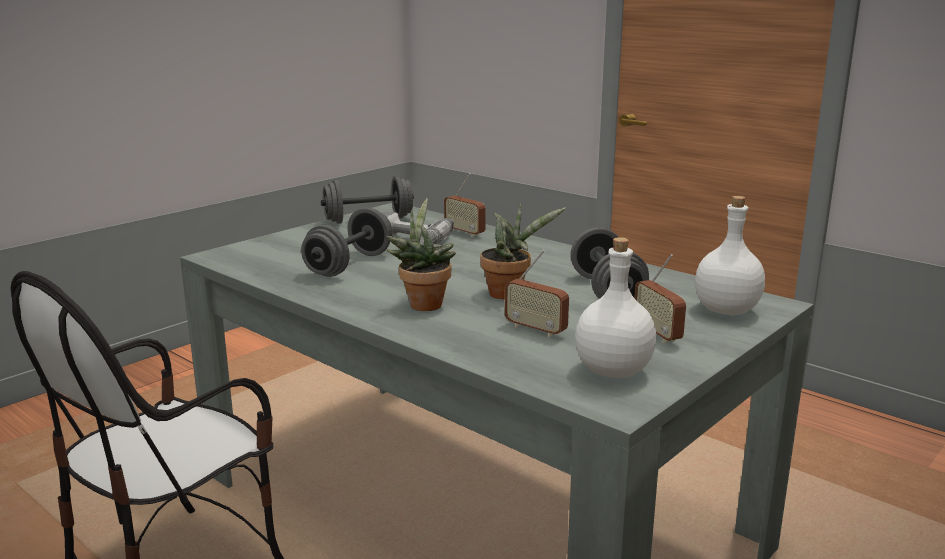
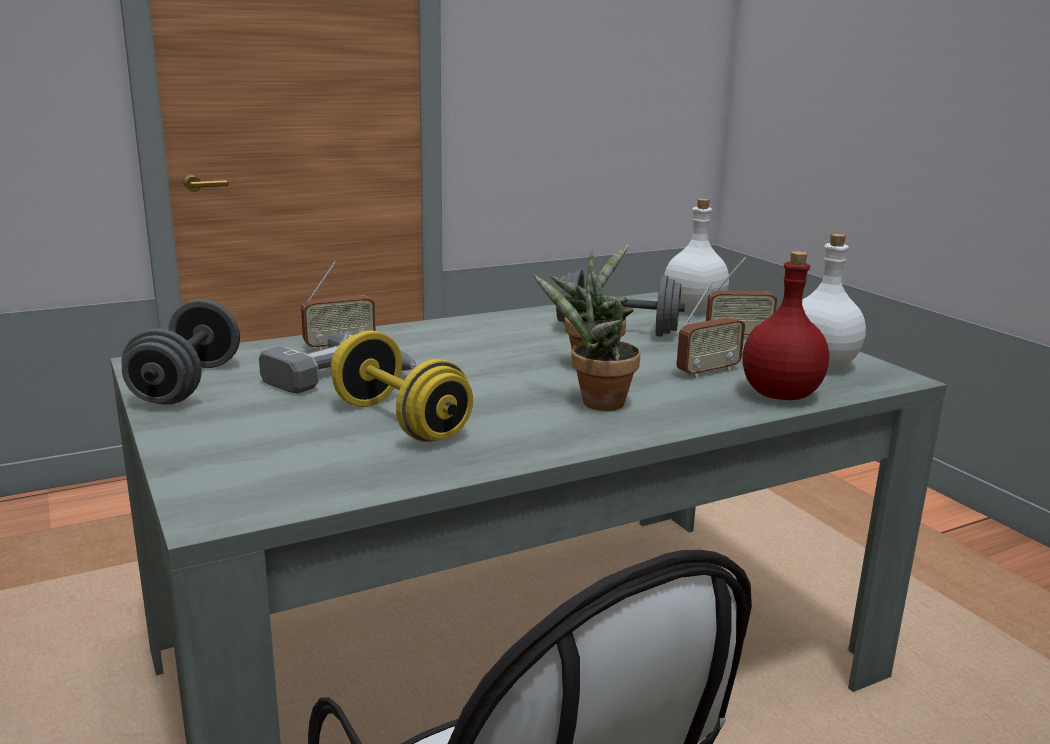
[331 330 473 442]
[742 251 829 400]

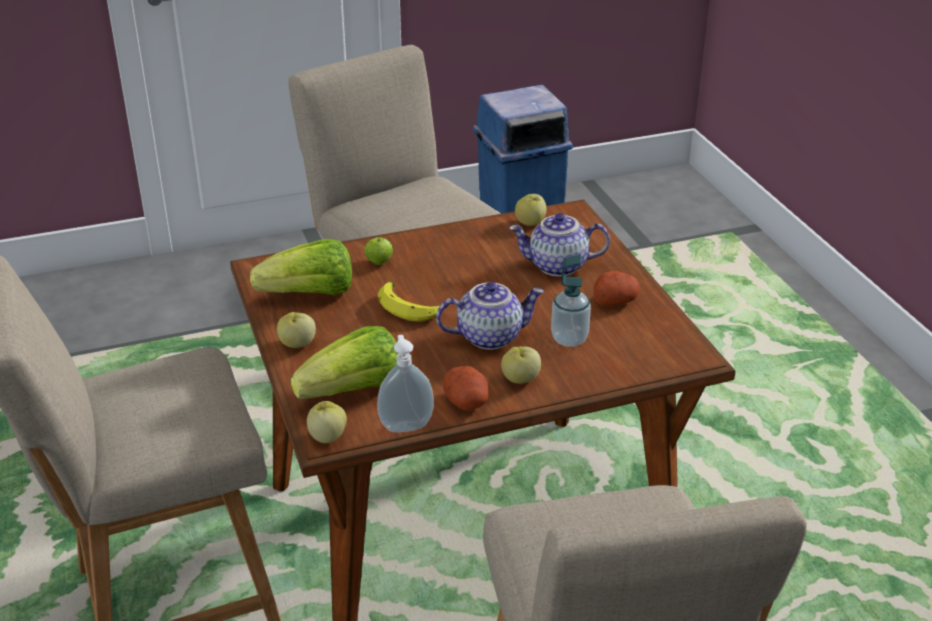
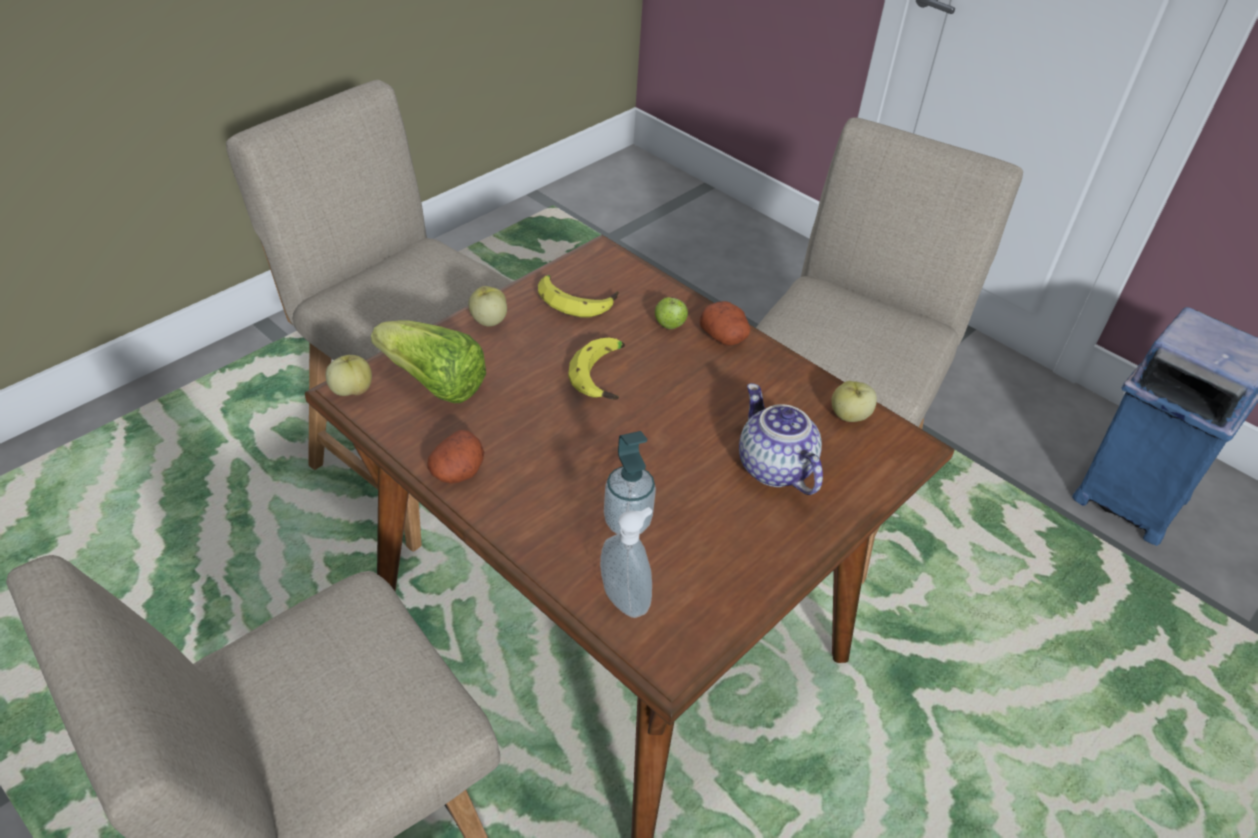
[538 275 618 317]
[600 507 652 618]
[436 282 544 350] (first image)
[501 347 541 384] (first image)
[699 301 751 346]

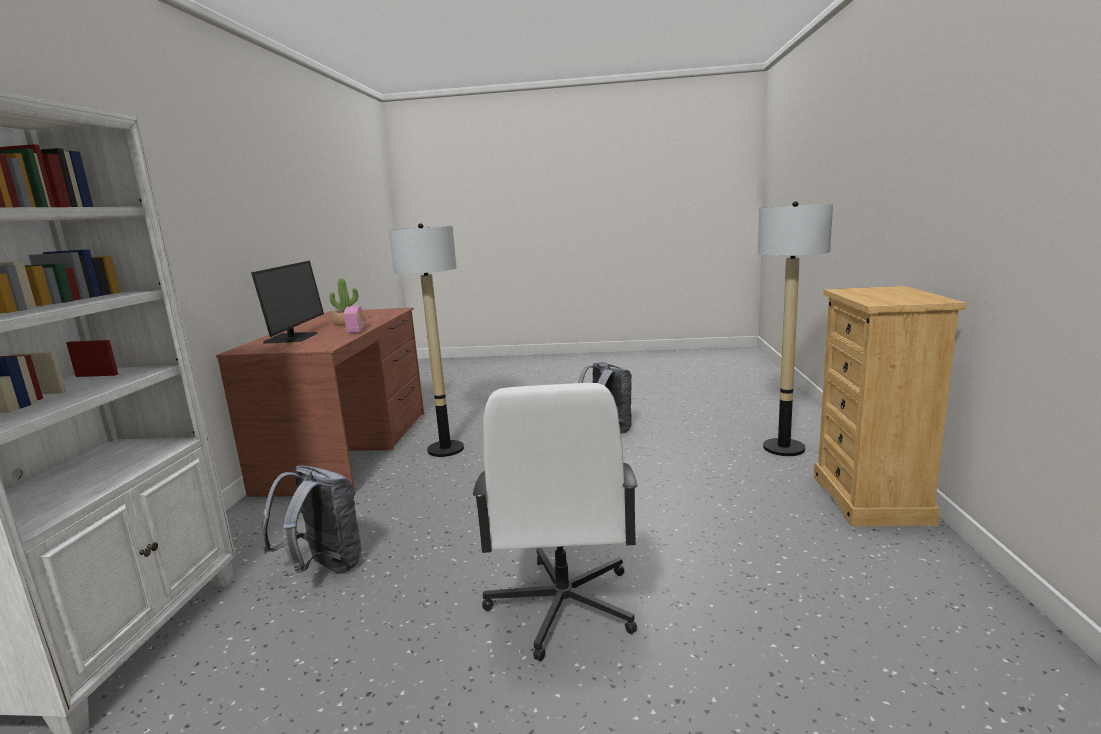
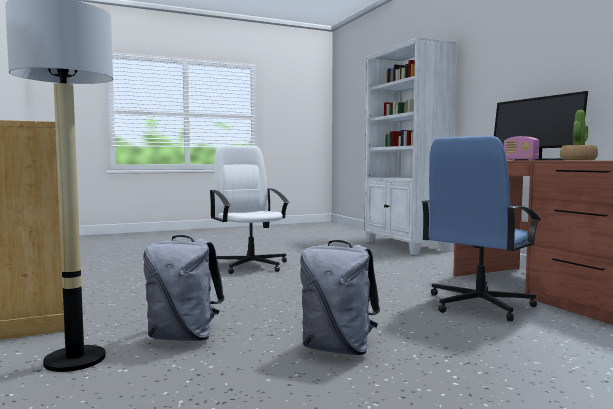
[143 235 224 341]
[421 136 541 321]

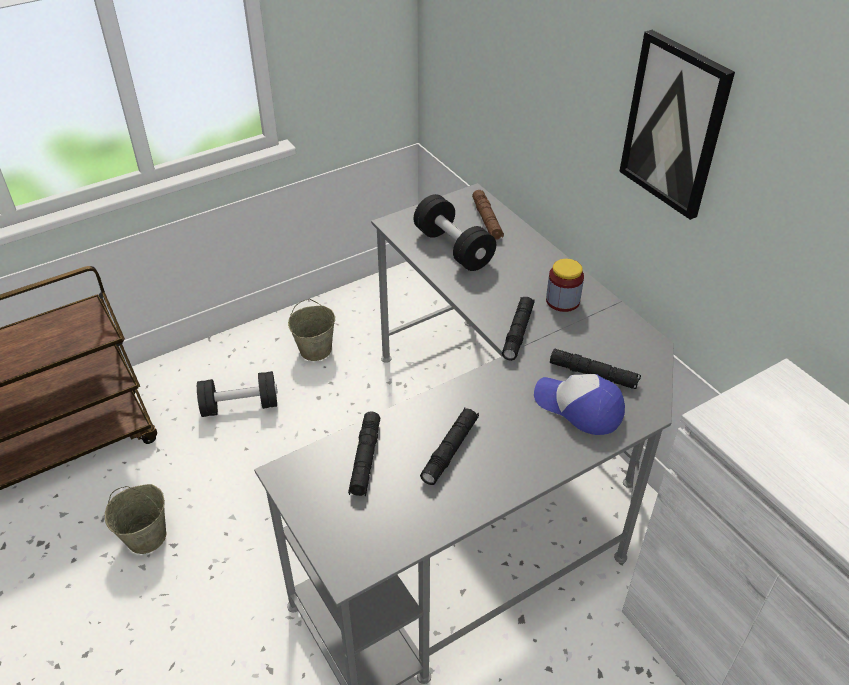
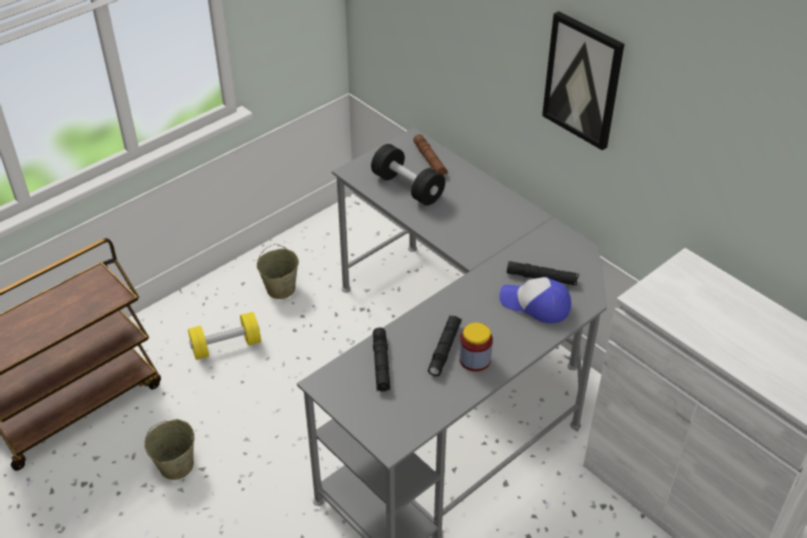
[188 312 261 360]
[502 297 535 361] (first image)
[459 323 493 371]

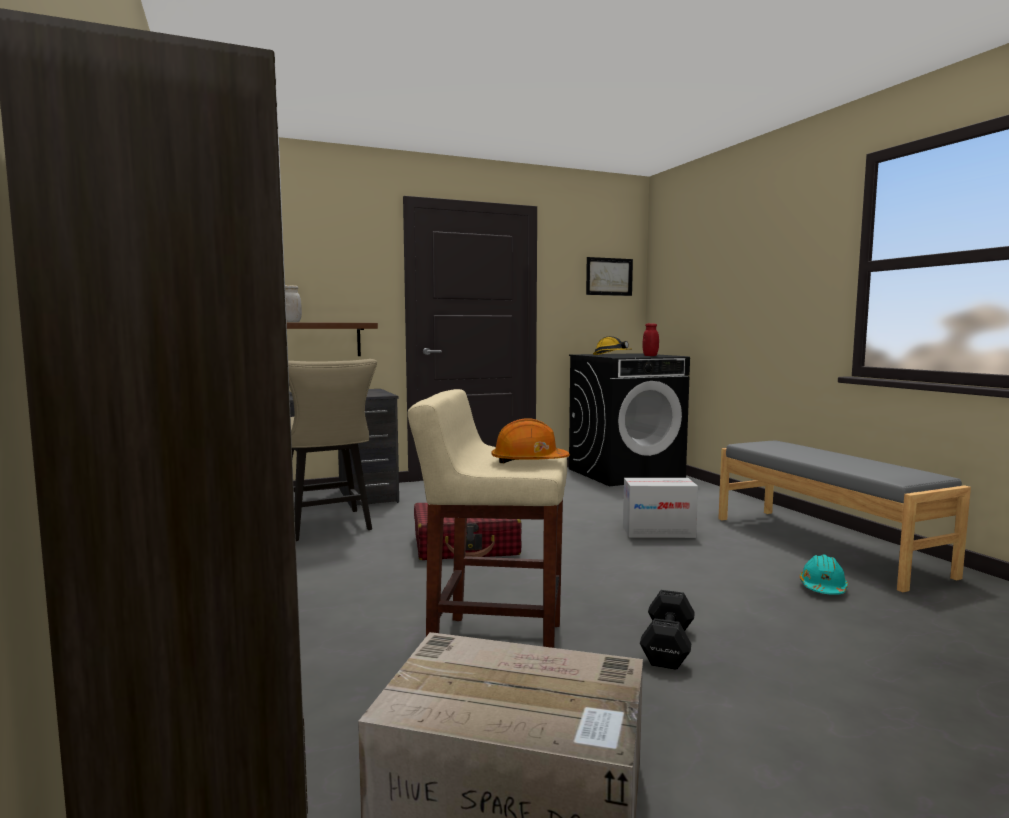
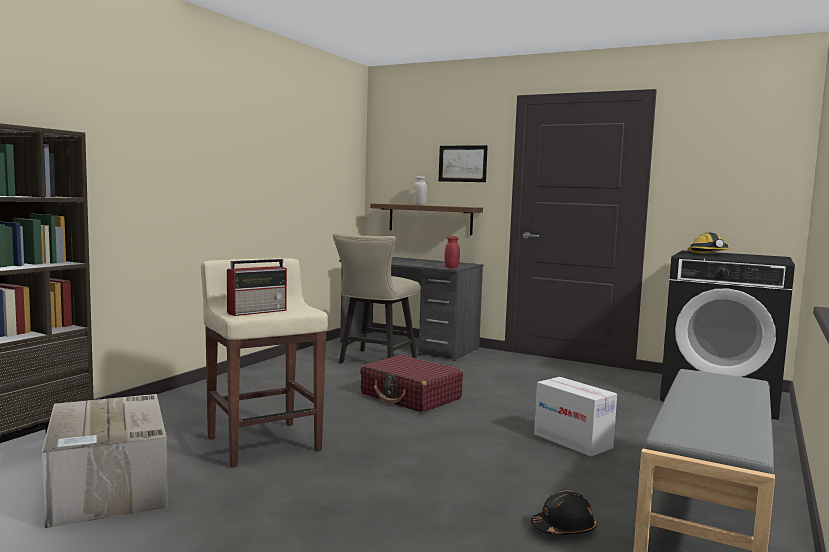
[227 259 287 316]
[438 145 488 182]
[640 590 695 670] (first image)
[444 236 460 268]
[531 490 597 535]

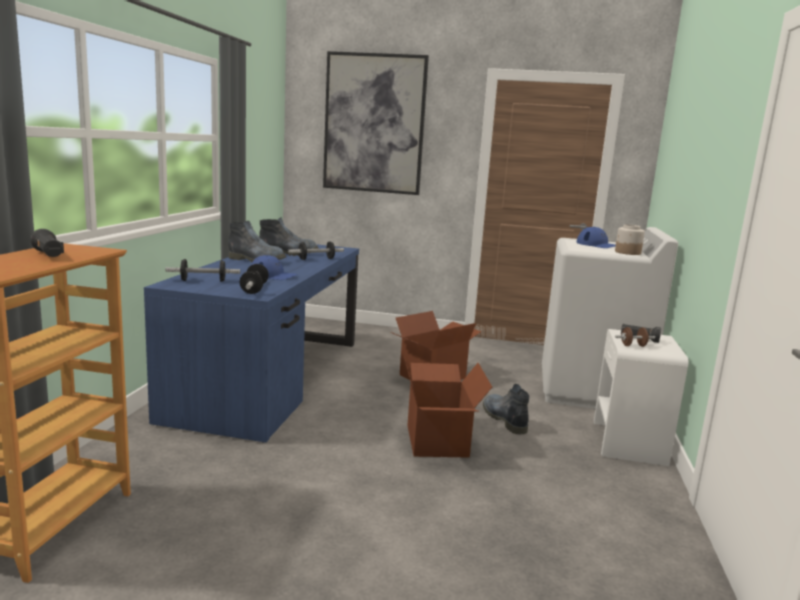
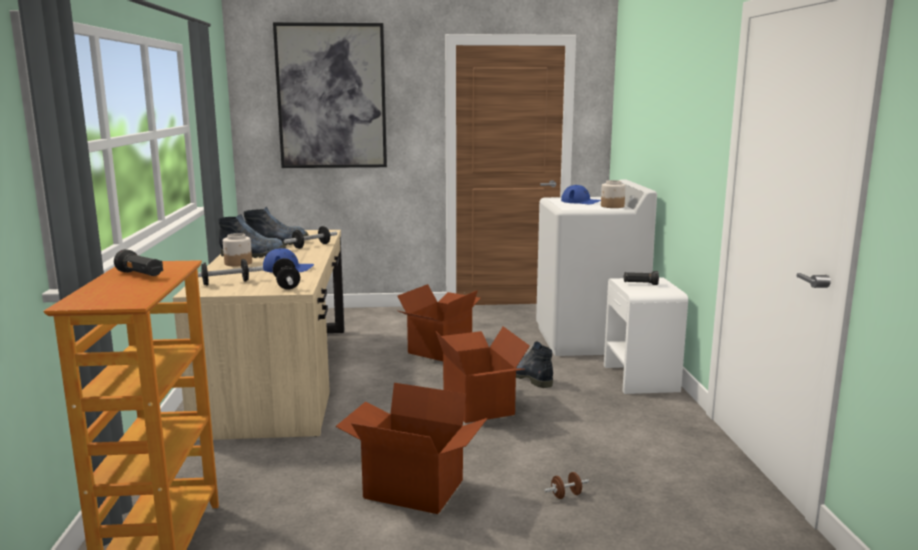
[173 230 344 440]
[544 472 589 499]
[223 233 252 266]
[336 383 488 514]

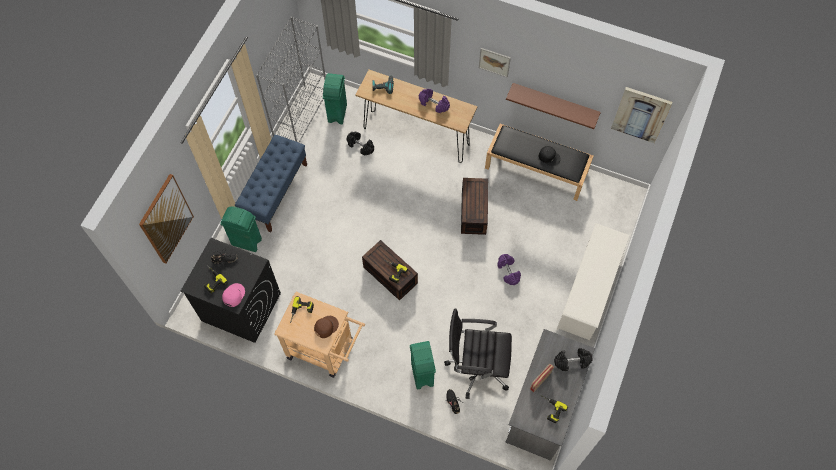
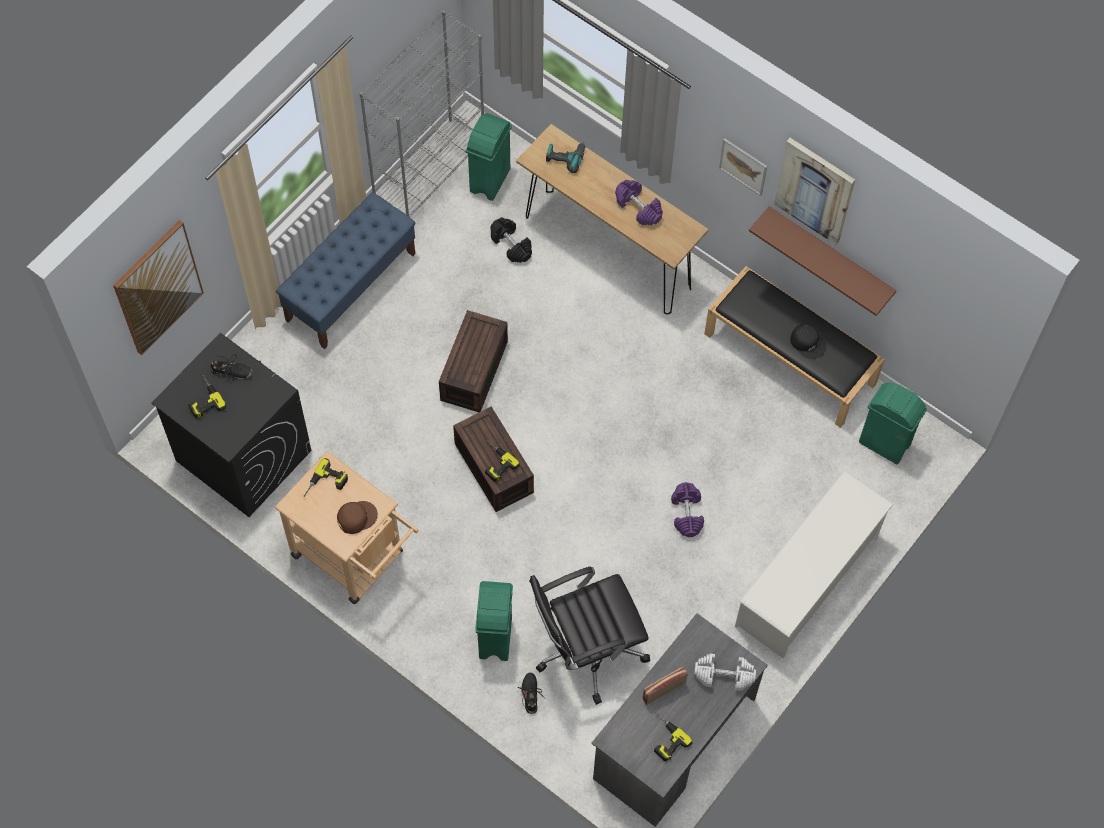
[859 383 927 464]
[222 283 245 307] (first image)
[529 566 650 705]
[439 310 508 412]
[694 653 756 691]
[774 138 855 245]

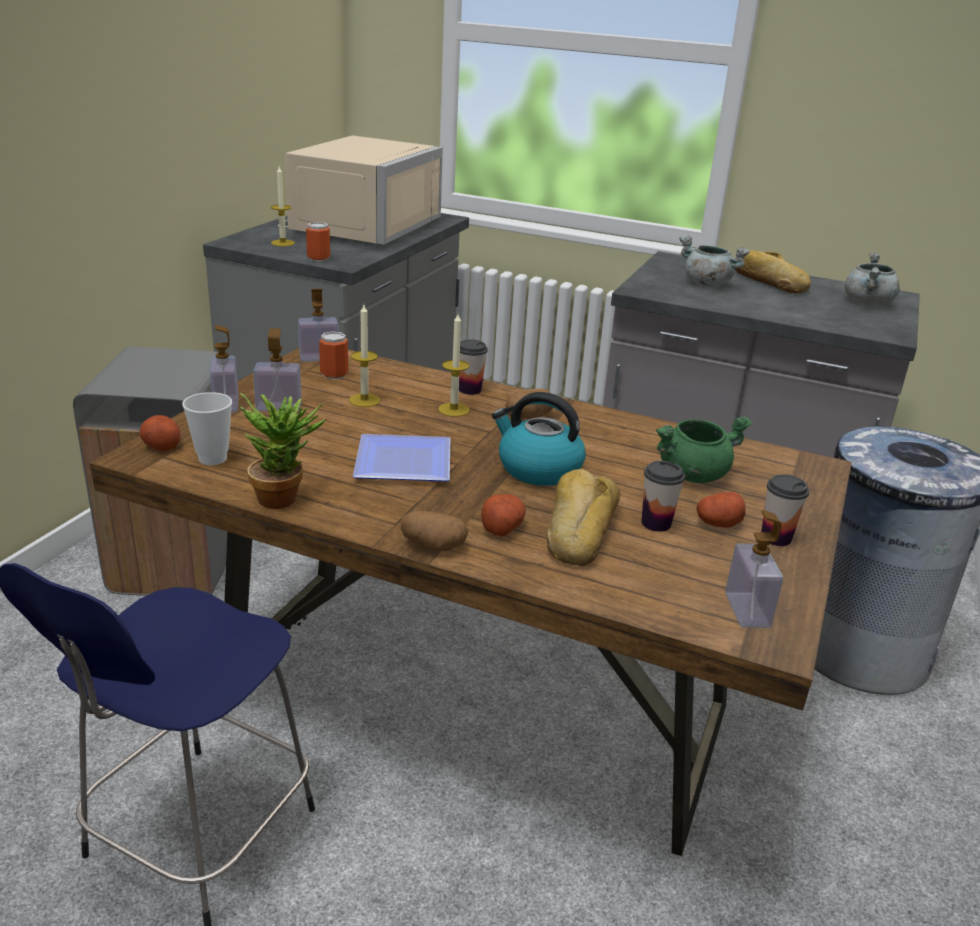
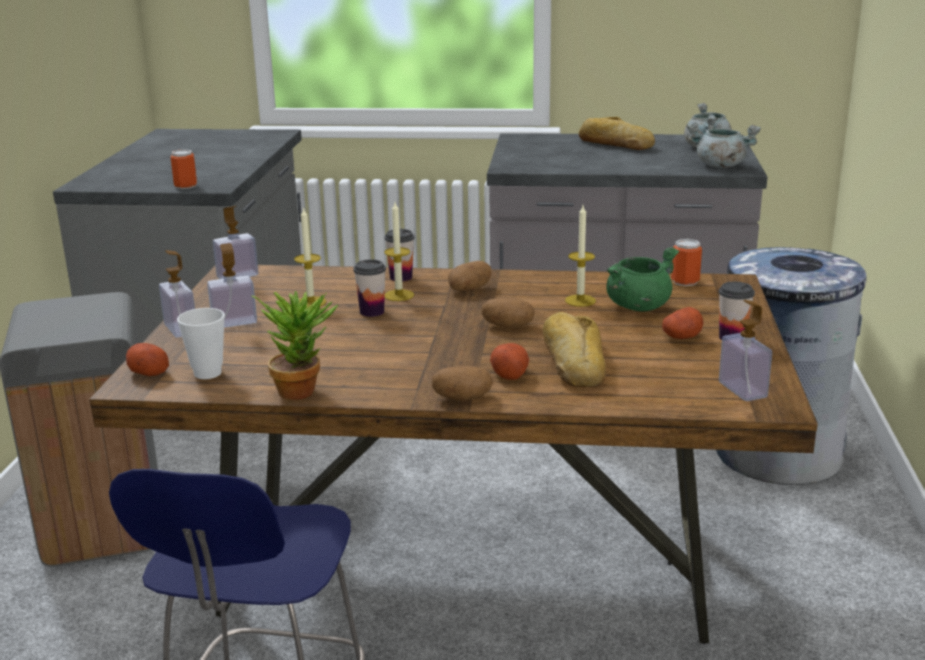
[565 206 596 307]
[278 135 443 244] (first image)
[671 239 702 286]
[353 434 450 482] (first image)
[481 298 535 328]
[353 259 386 317]
[686 122 761 168]

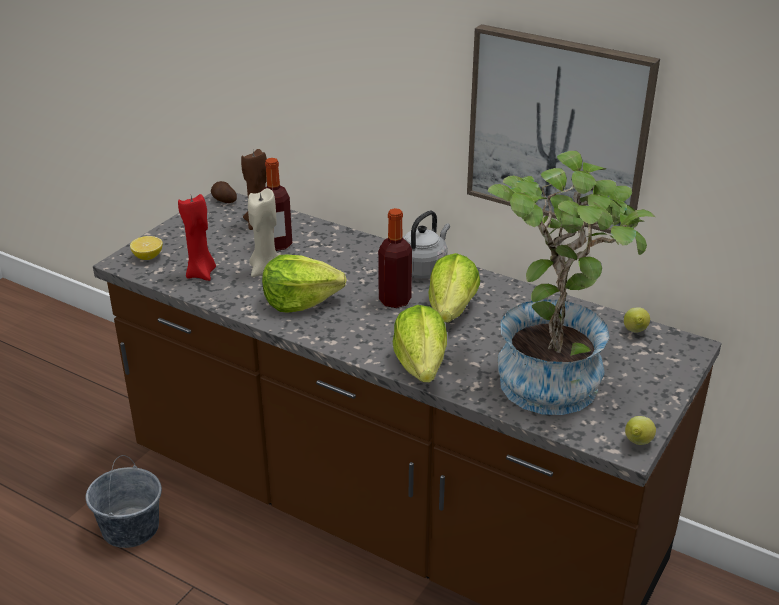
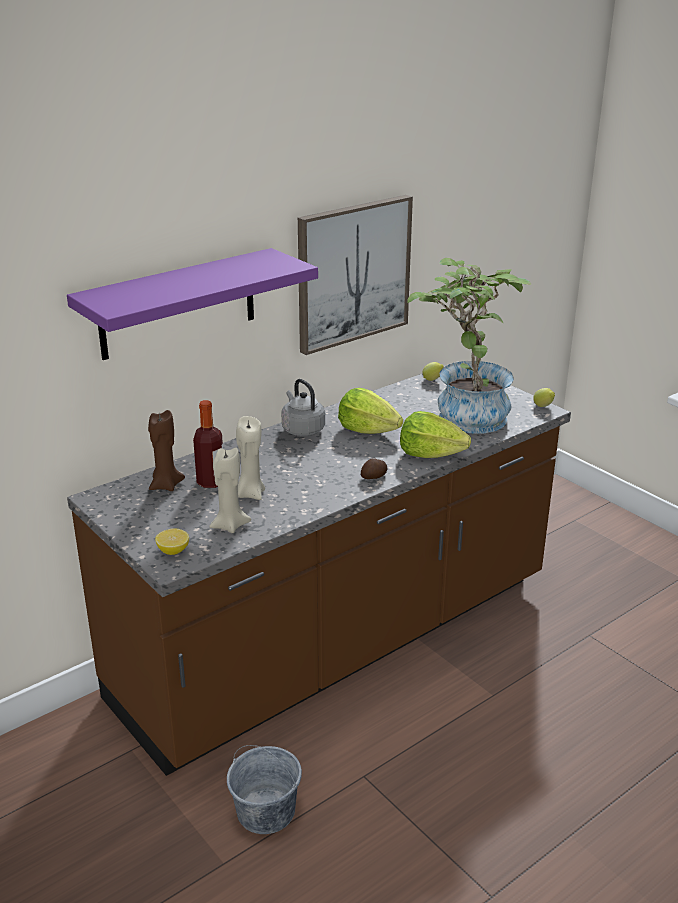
[209 447 251 533]
[361 458 387 479]
[262 255 347 313] (first image)
[378 208 412 308] (first image)
[67 248 318 360]

